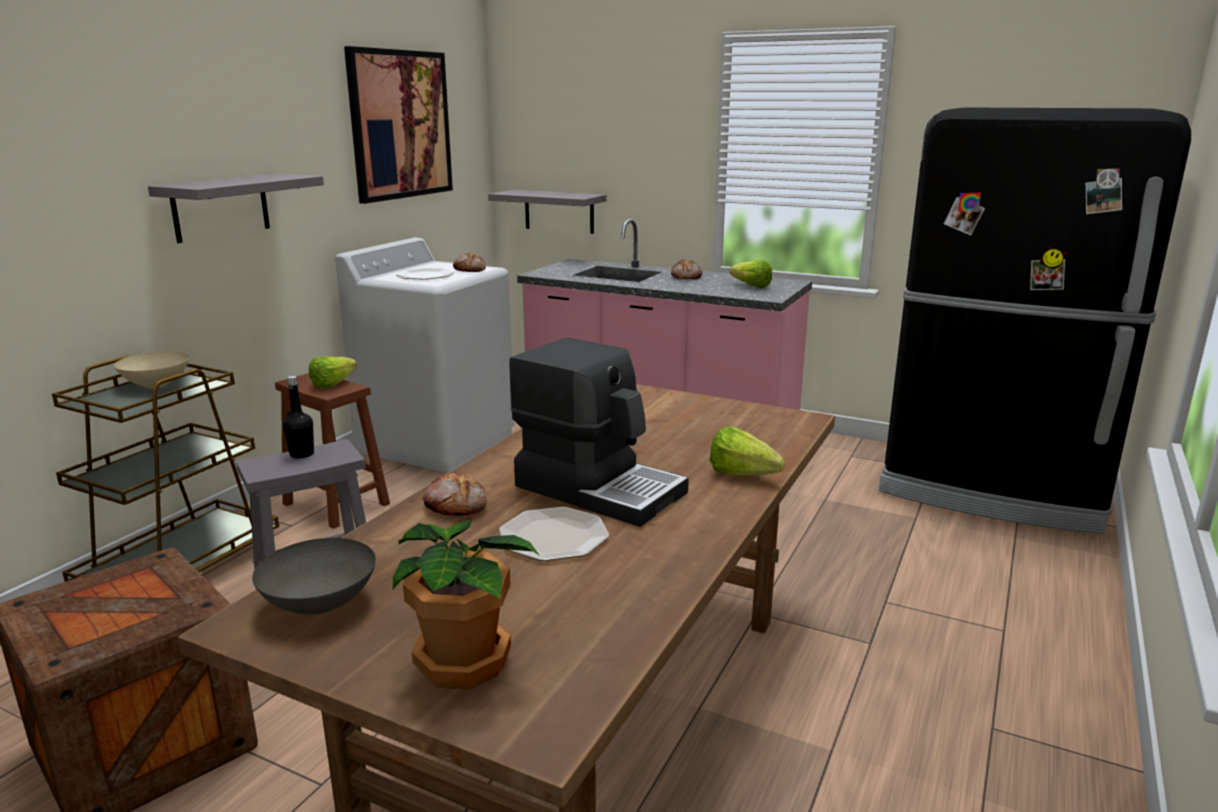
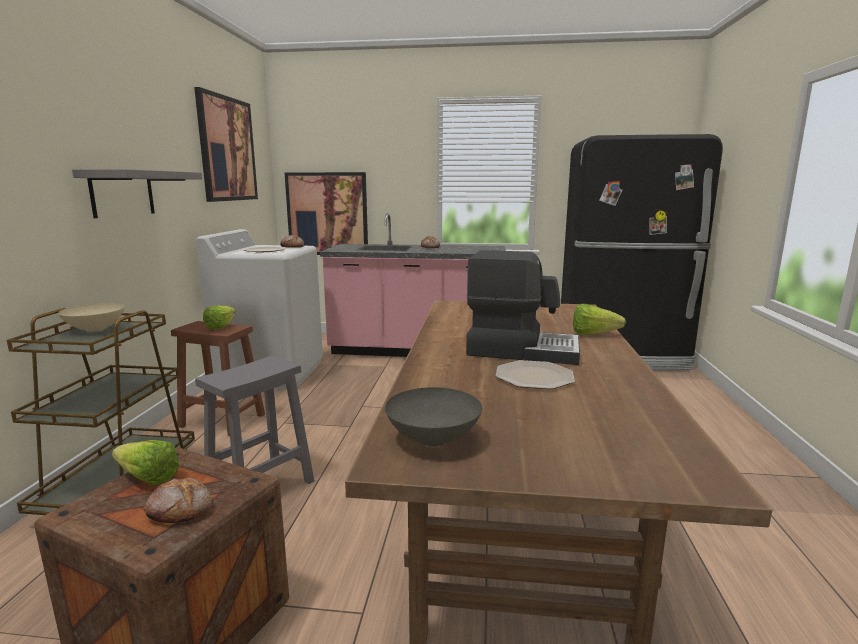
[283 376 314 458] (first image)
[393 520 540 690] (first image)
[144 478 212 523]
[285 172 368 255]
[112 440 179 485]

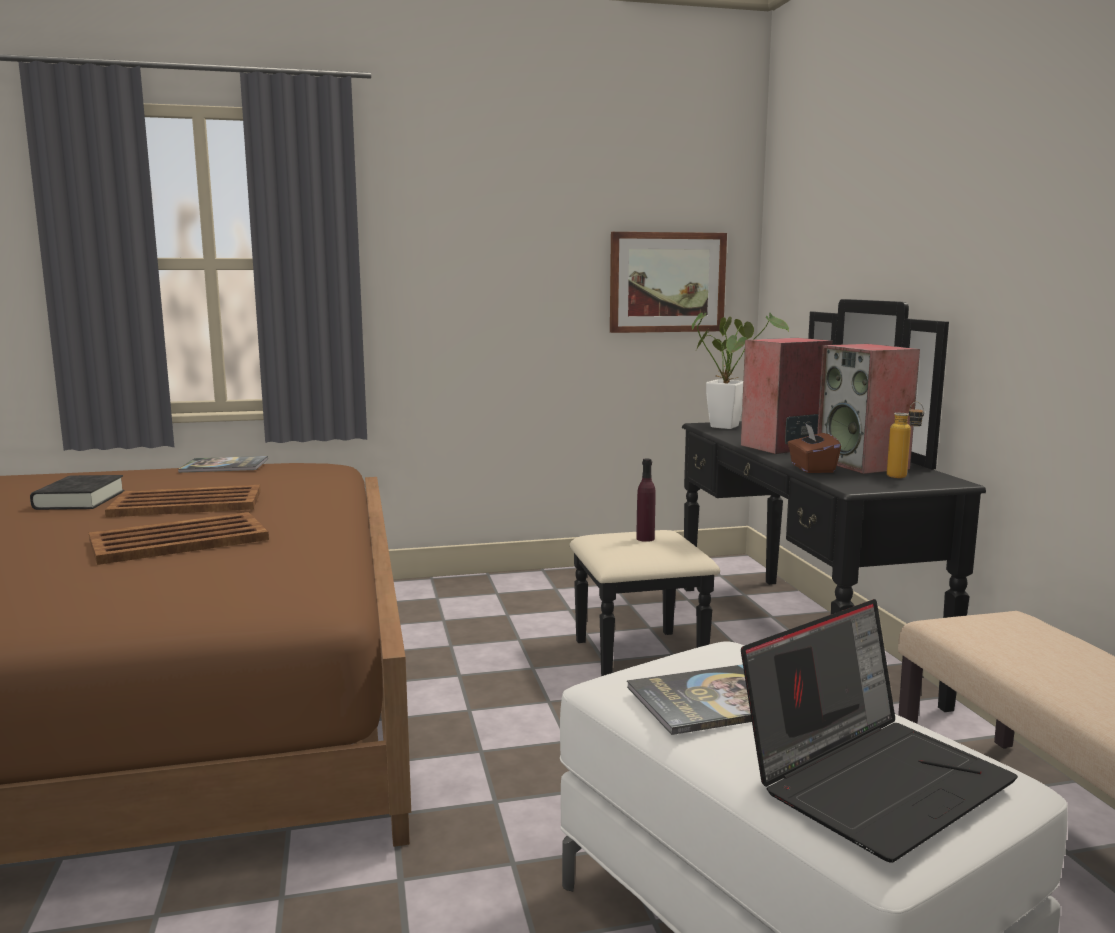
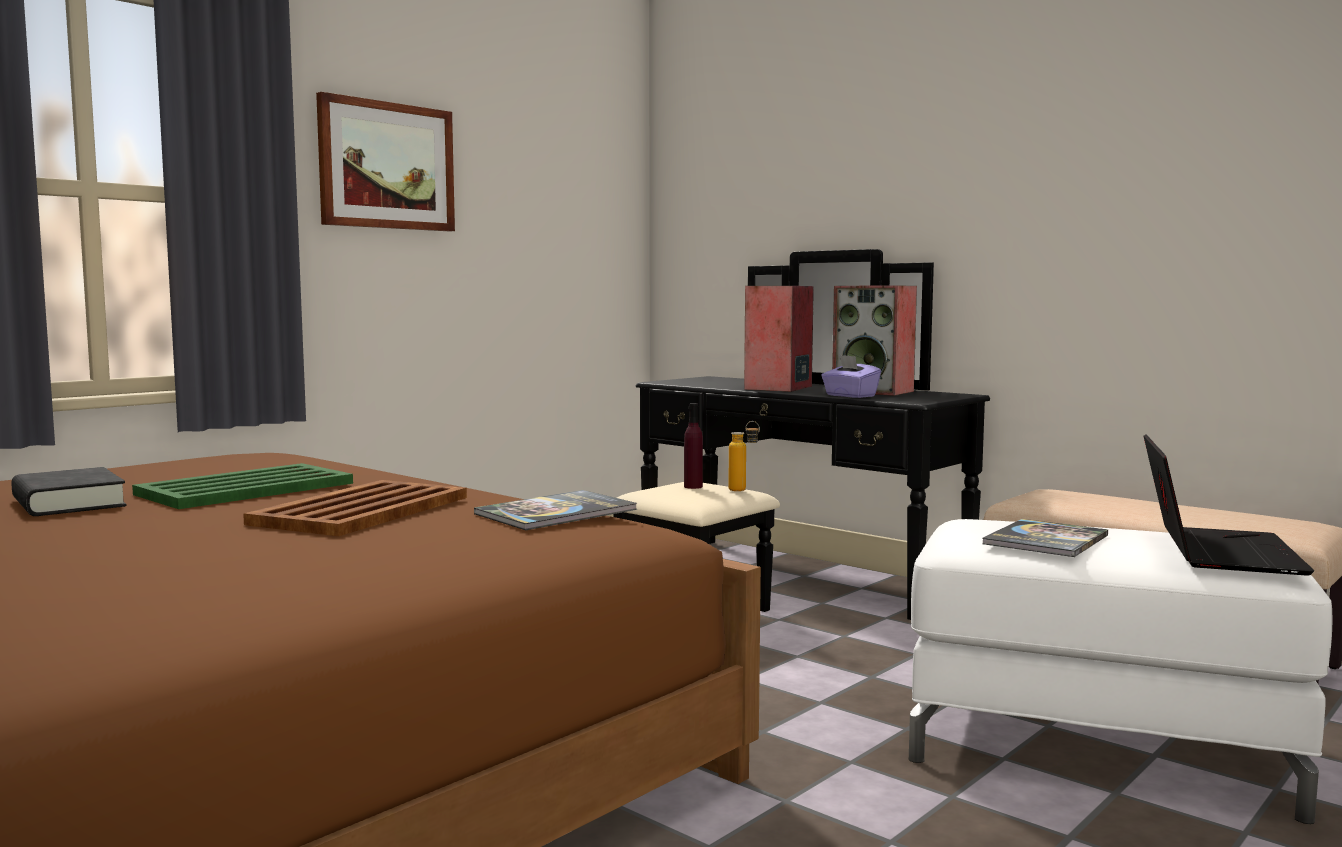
[132 463 353 509]
[474 490 637 530]
[316 92 455 231]
[692 313 789 429] (first image)
[821 355 881 398]
[728 421 760 491]

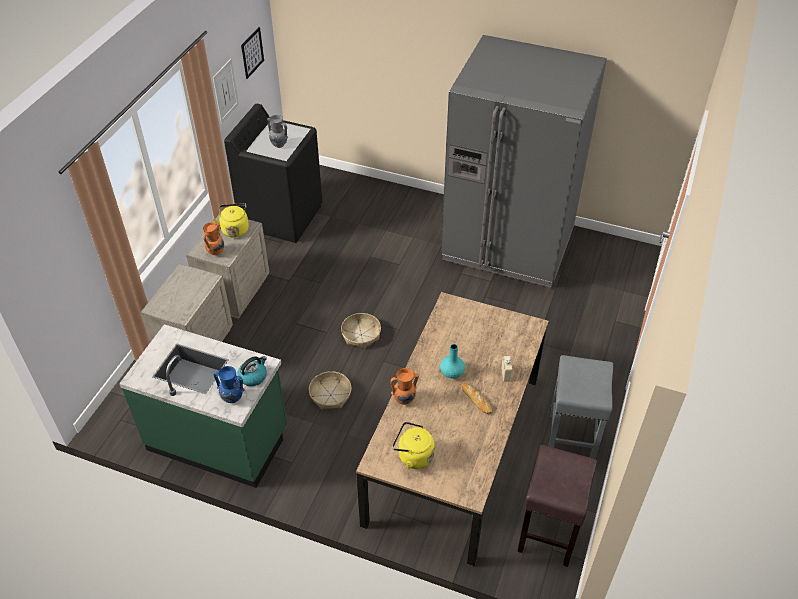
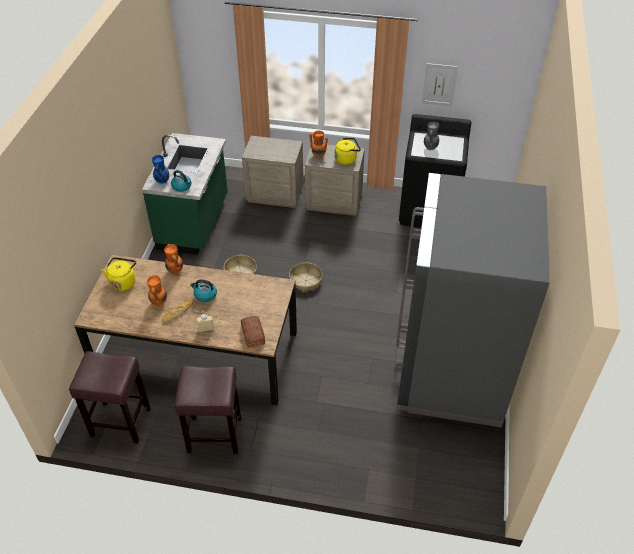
[241 27 264 79] (first image)
[190 279 217 302]
[174 366 241 454]
[147 275 167 306]
[241 316 265 348]

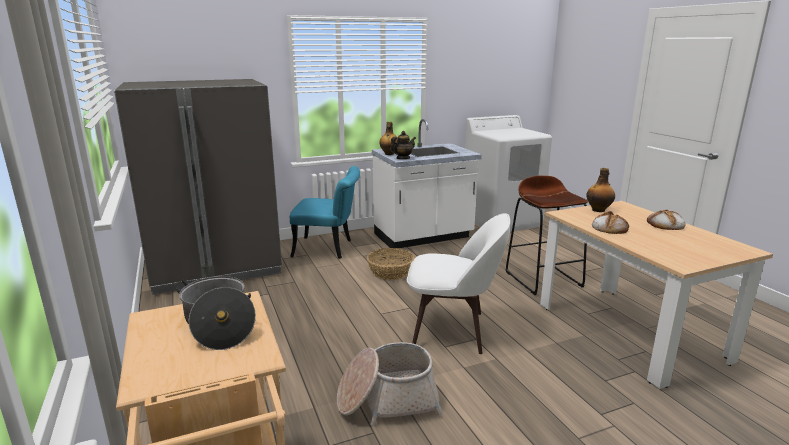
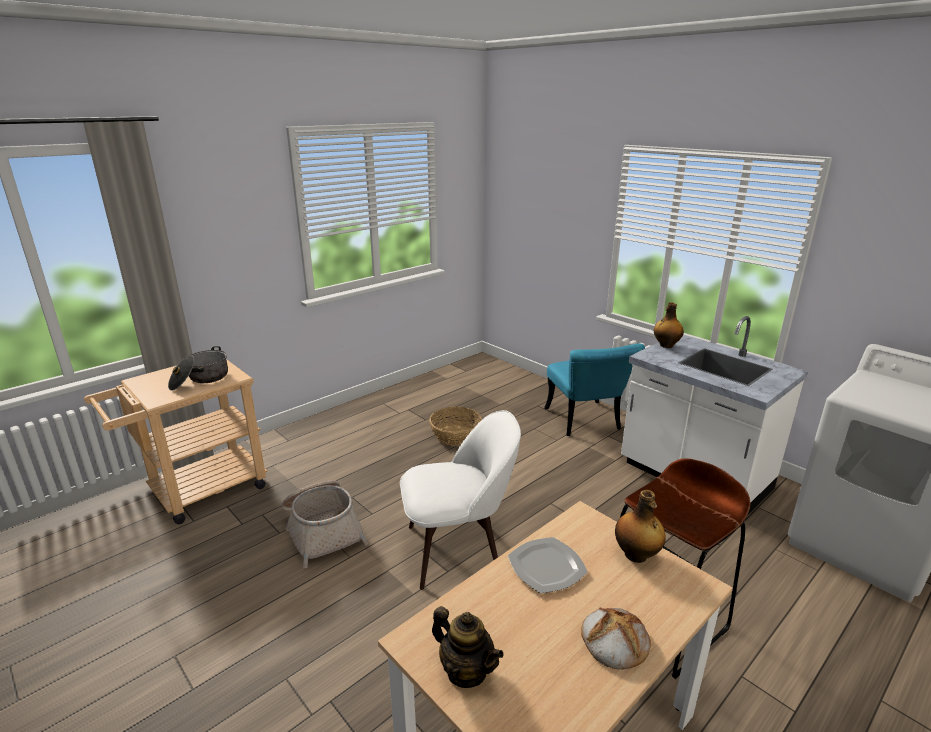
[114 79 282 295] (first image)
[429 407 482 446]
[432 606 504 688]
[400 410 521 590]
[508 537 588 593]

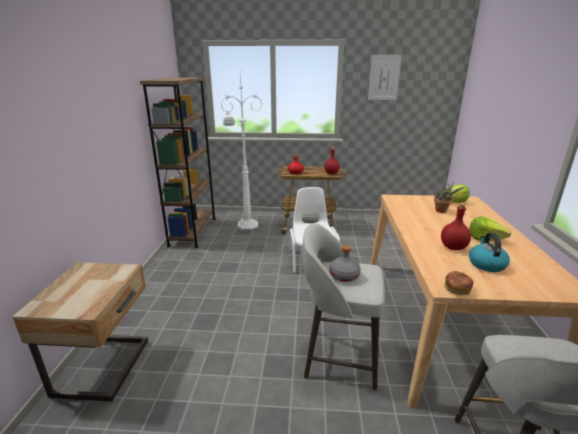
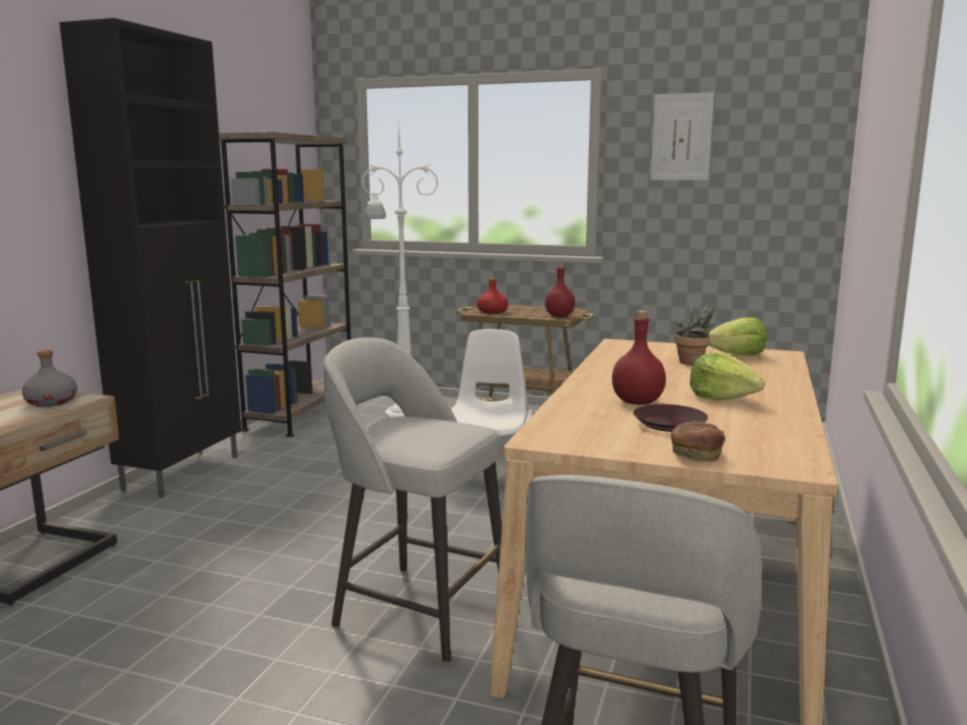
[22 350 77 407]
[671 421 725 462]
[633 404 708 432]
[59 18 241 498]

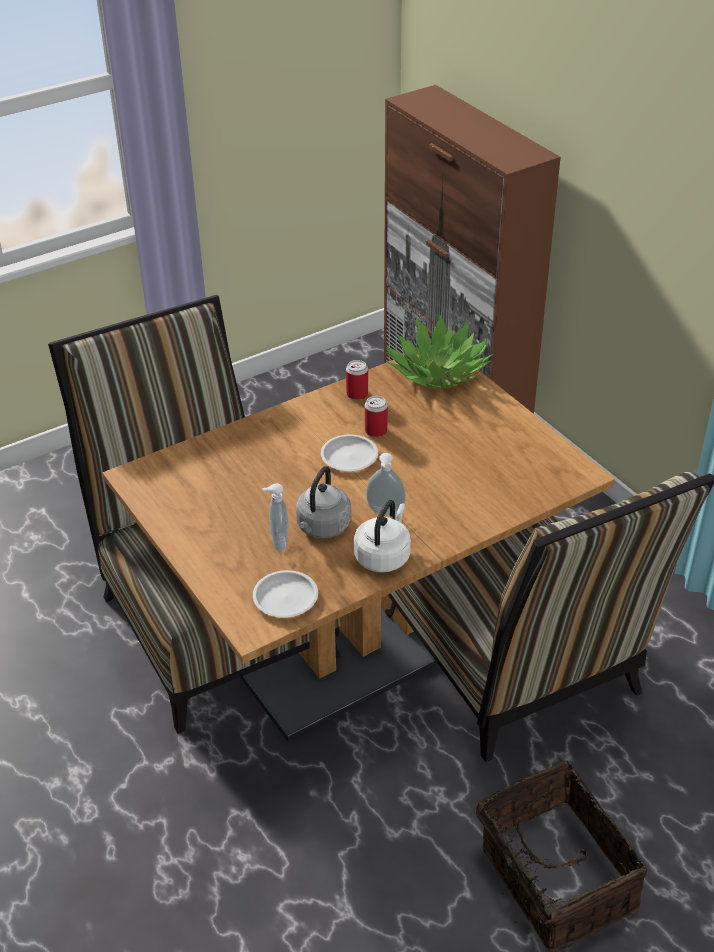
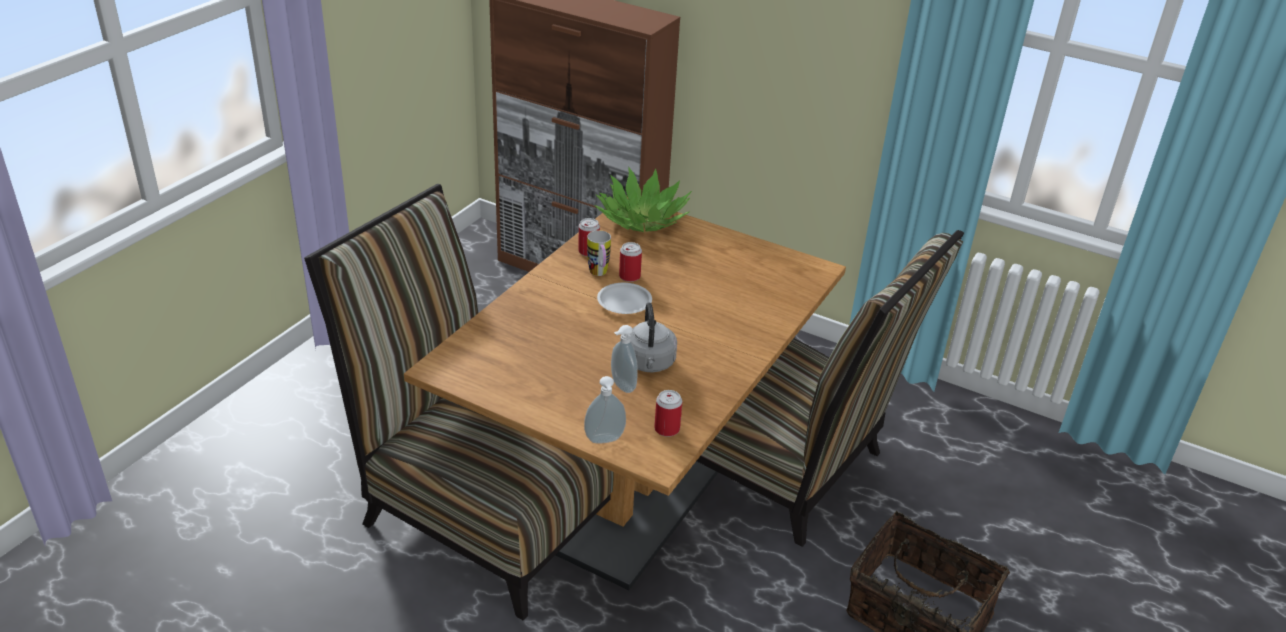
[654 390 682 437]
[354 500 411 572] (first image)
[584 376 626 444]
[587 230 611 276]

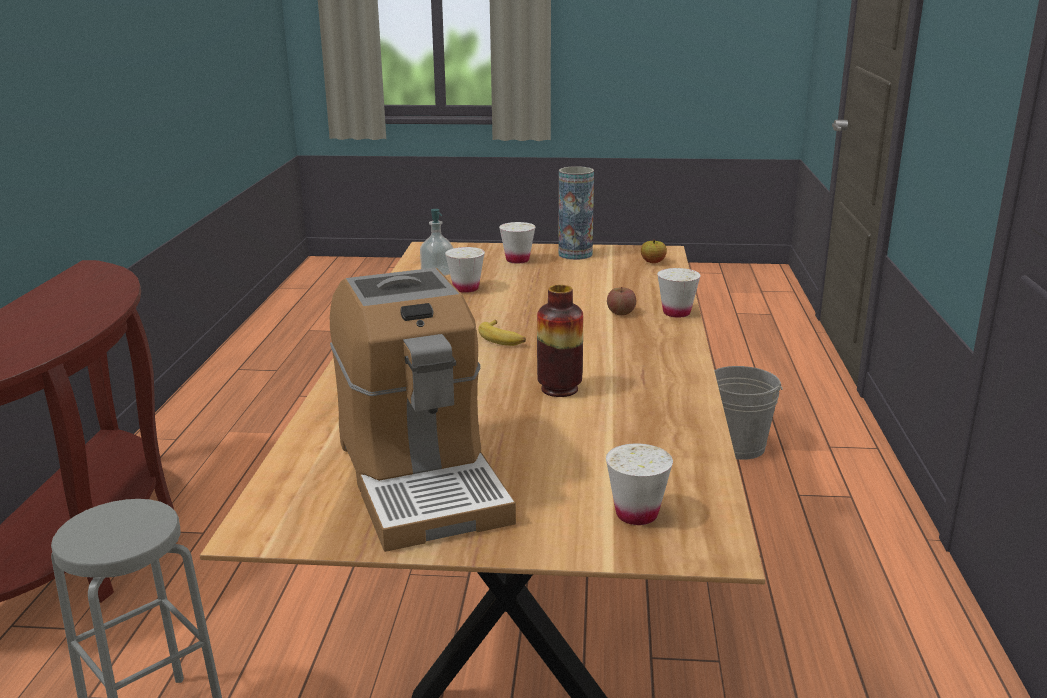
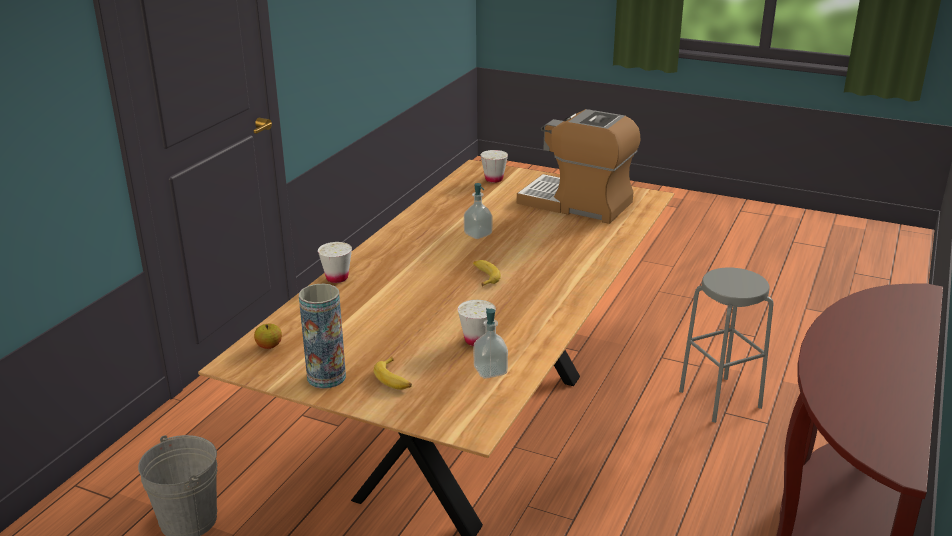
[517 109 641 224]
[374 357 412 390]
[464 183 493 239]
[607 287 636 315] (first image)

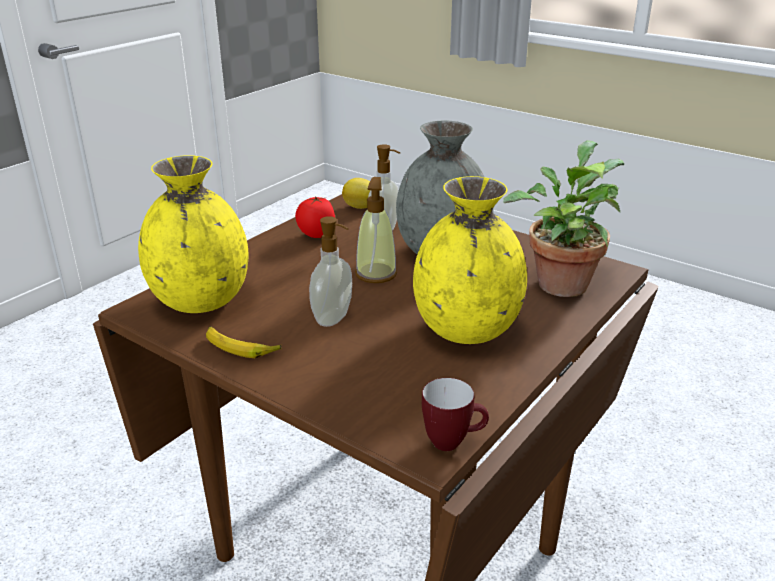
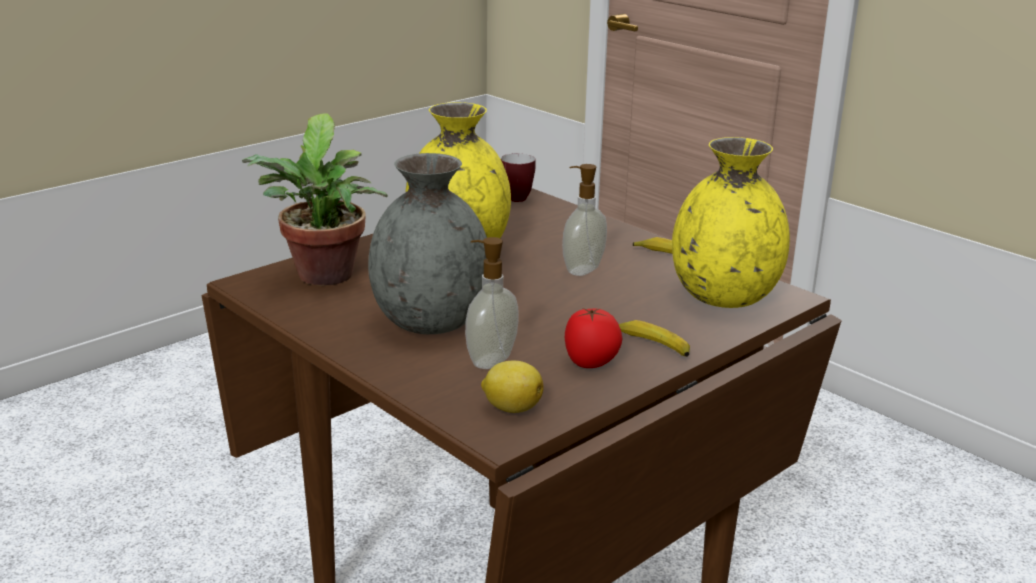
[355 177 397 283] (first image)
[619 320 690 357]

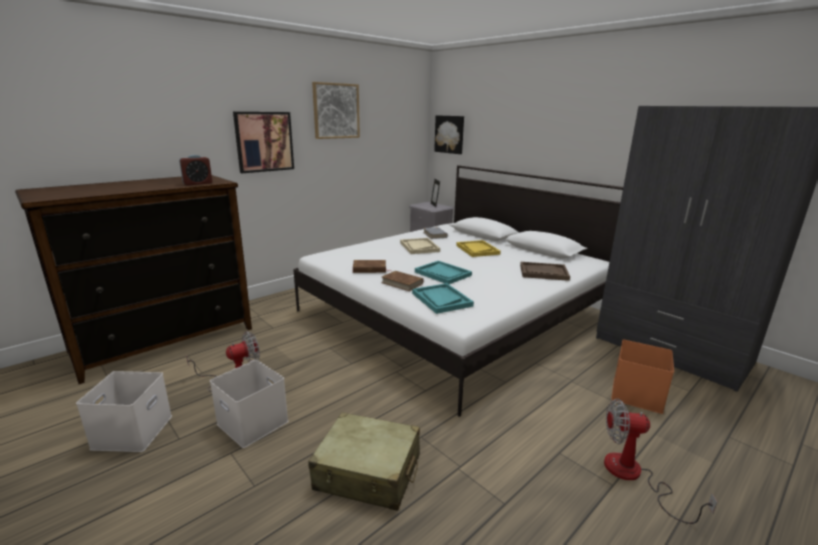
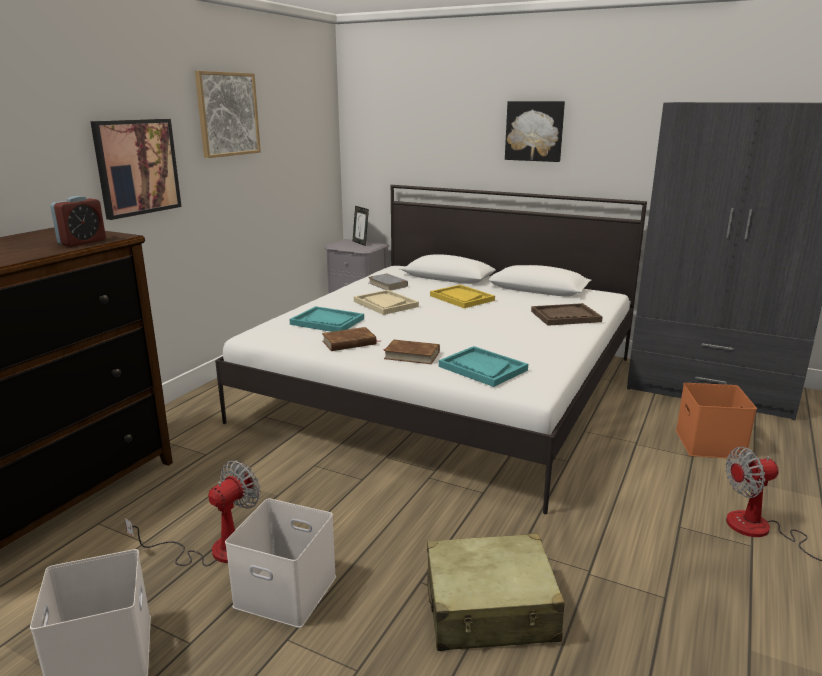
[289 306 364 332]
[505 101 565 162]

